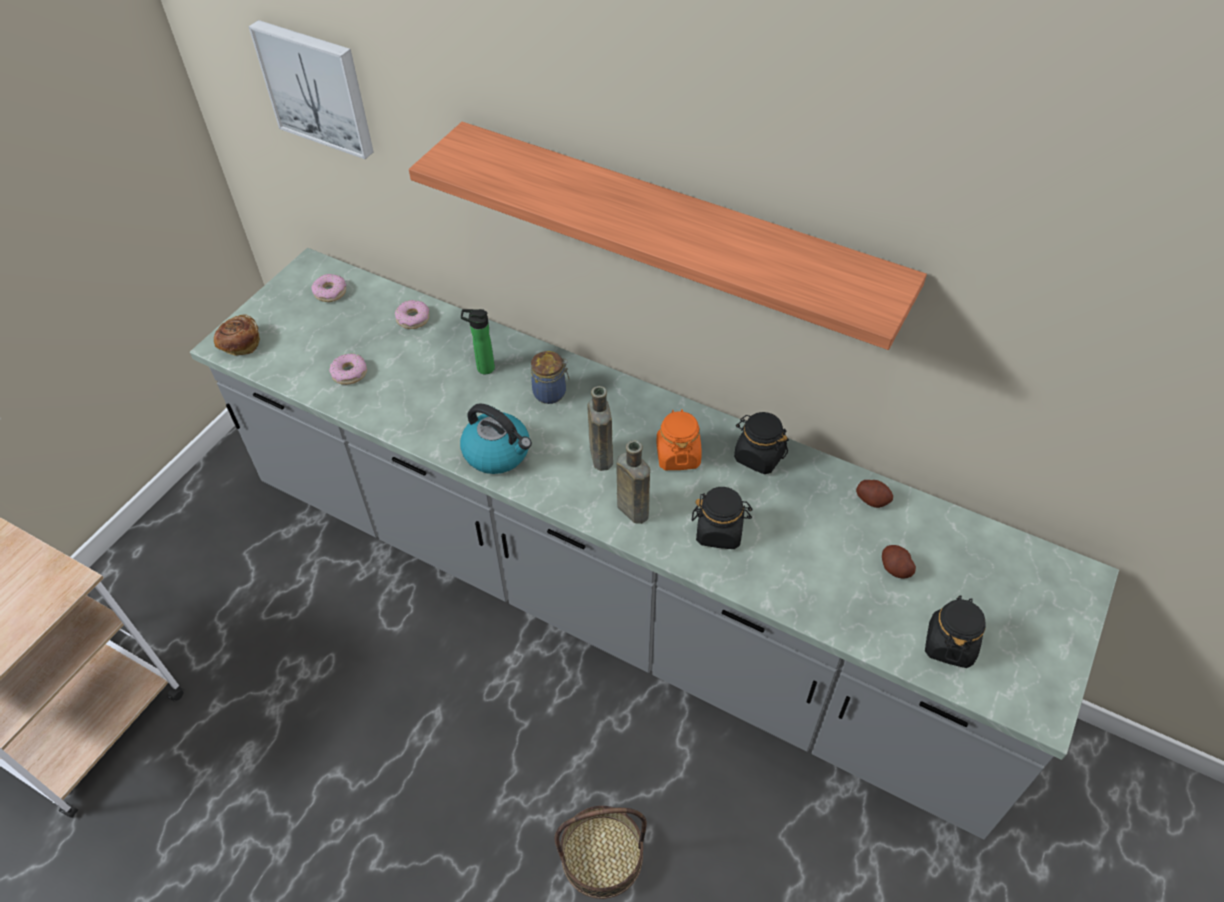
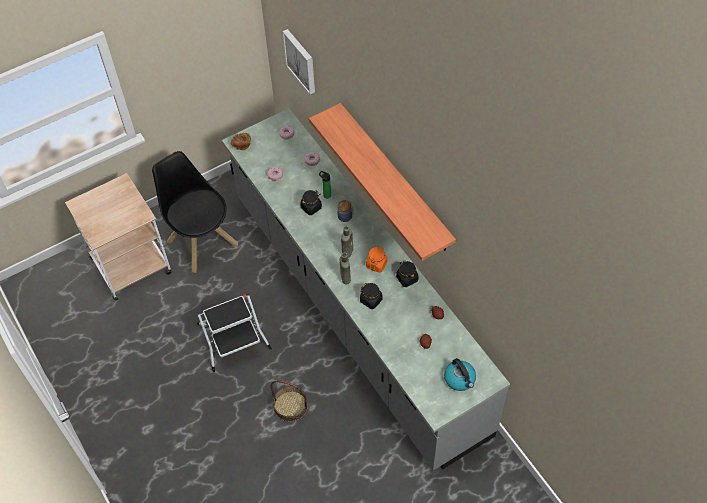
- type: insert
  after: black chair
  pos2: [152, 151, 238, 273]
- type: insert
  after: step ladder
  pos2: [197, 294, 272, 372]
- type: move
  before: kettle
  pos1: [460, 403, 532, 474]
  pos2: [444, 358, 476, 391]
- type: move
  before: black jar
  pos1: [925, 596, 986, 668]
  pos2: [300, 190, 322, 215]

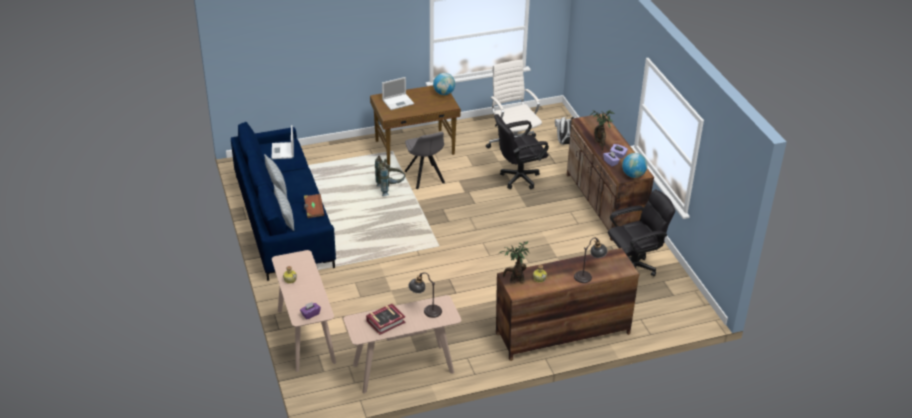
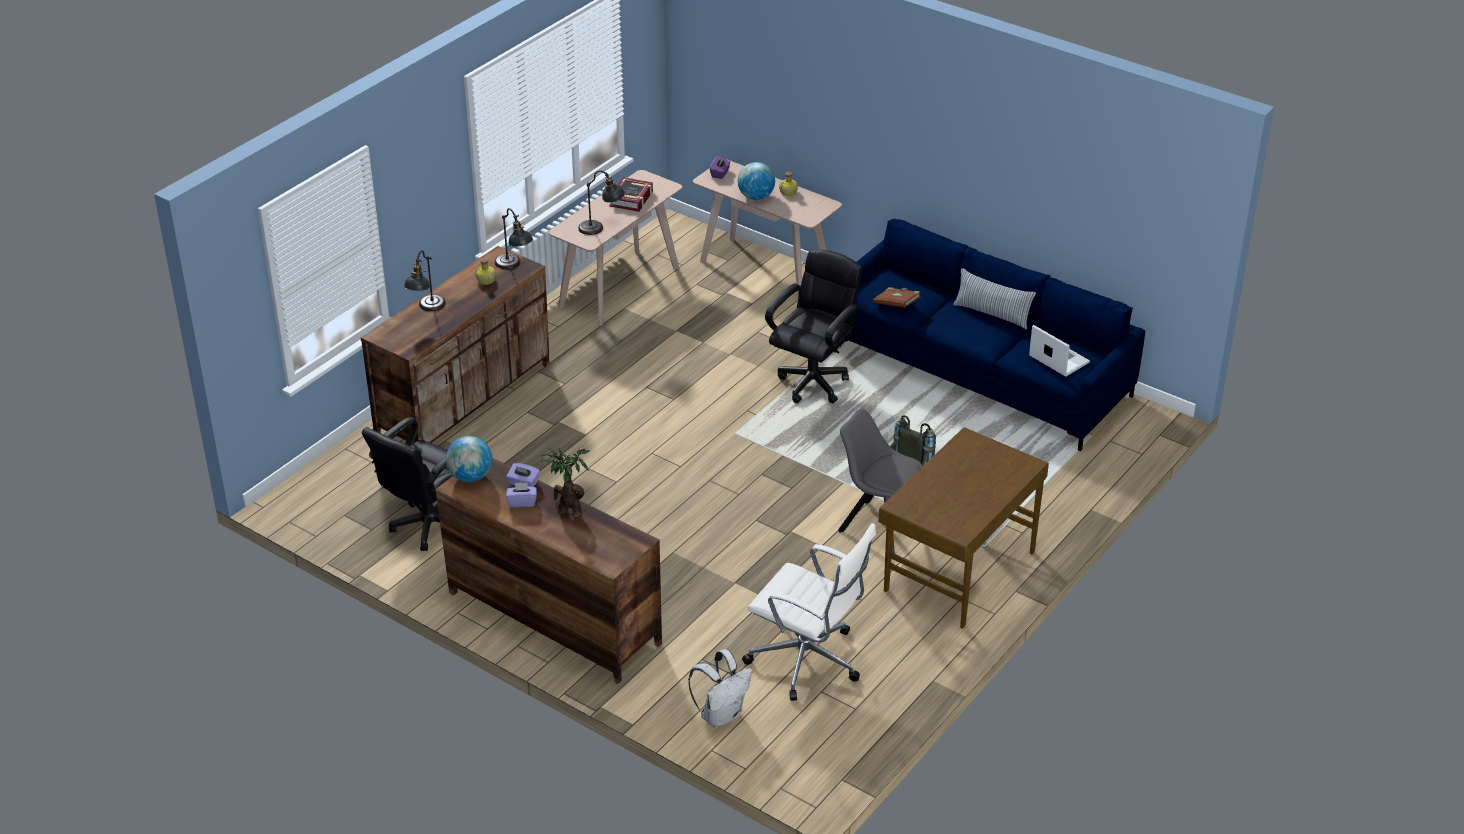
- type: delete
  before: pillow
  pos1: [274, 184, 294, 231]
- type: delete
  before: laptop
  pos1: [382, 77, 414, 110]
- type: move
  before: globe
  pos1: [433, 73, 455, 95]
  pos2: [738, 162, 775, 200]
- type: move
  before: black office chair
  pos1: [494, 114, 549, 189]
  pos2: [765, 249, 862, 403]
- type: replace
  before: potted plant
  after: grey table lamp
  pos1: [500, 241, 529, 283]
  pos2: [495, 208, 533, 269]

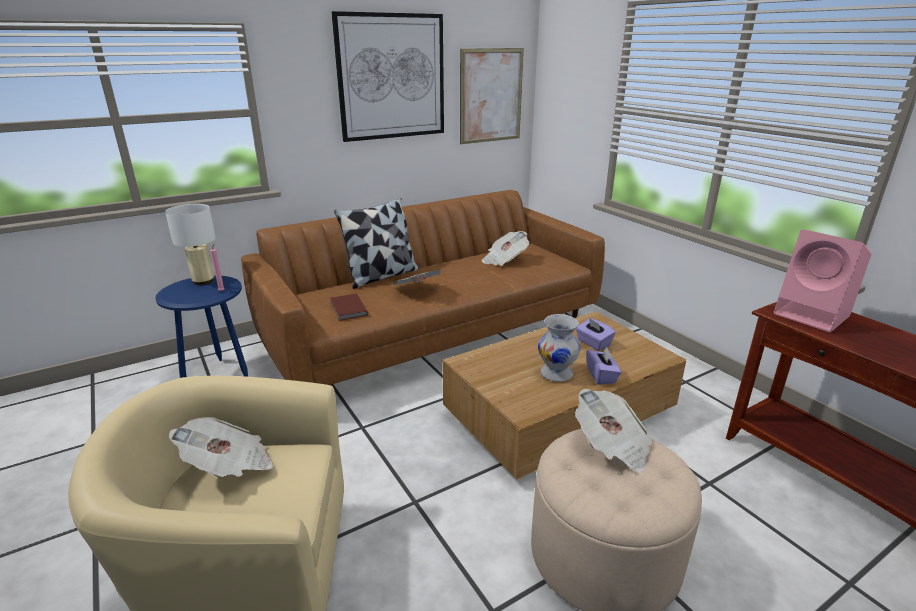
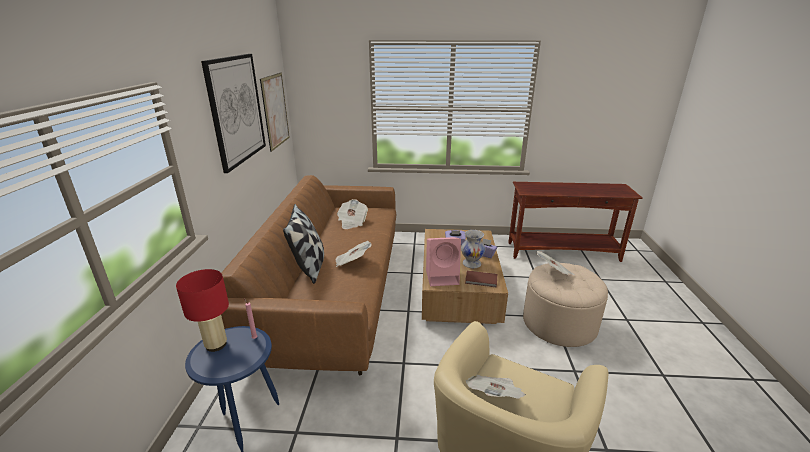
- type: move
  before: brown book
  pos1: [330, 294, 368, 321]
  pos2: [465, 271, 497, 288]
- type: move
  before: pink speaker
  pos1: [773, 229, 872, 332]
  pos2: [426, 237, 461, 286]
- type: recolor
  before: white table lamp
  after: red table lamp
  pos1: [165, 204, 216, 285]
  pos2: [176, 269, 229, 352]

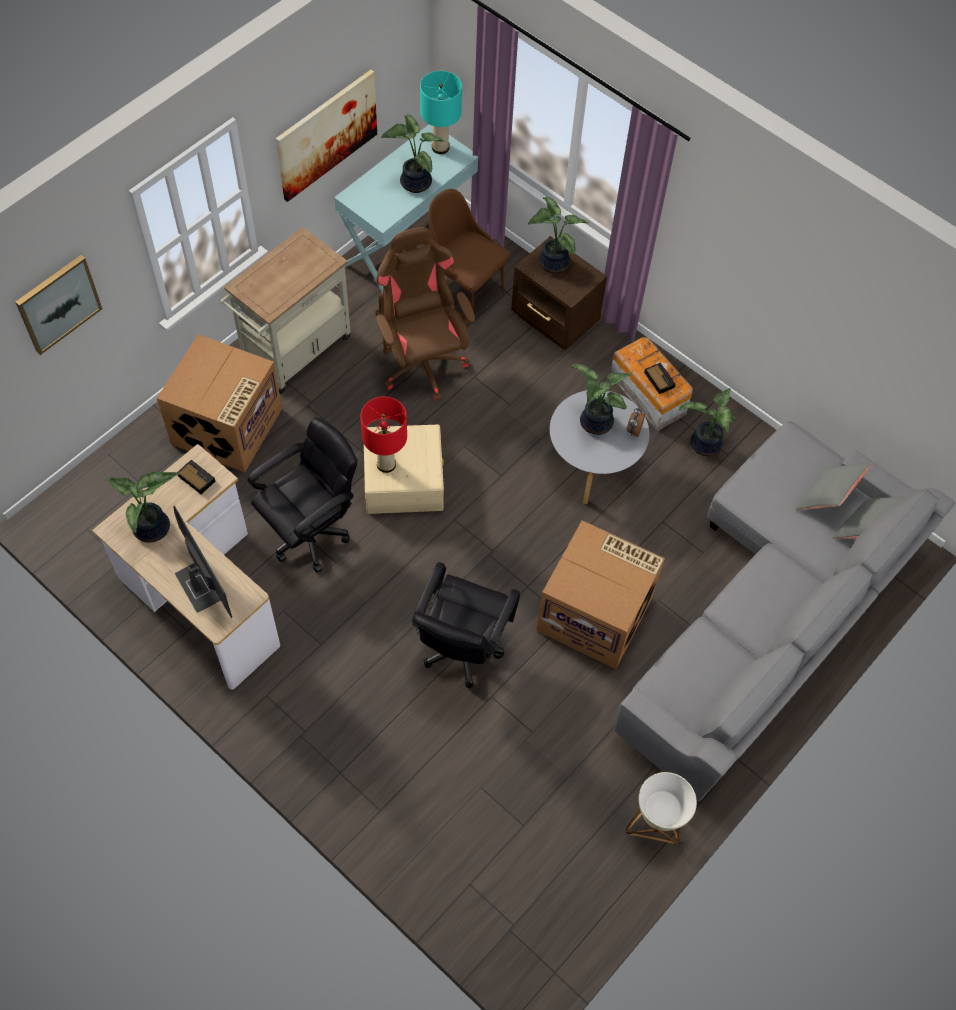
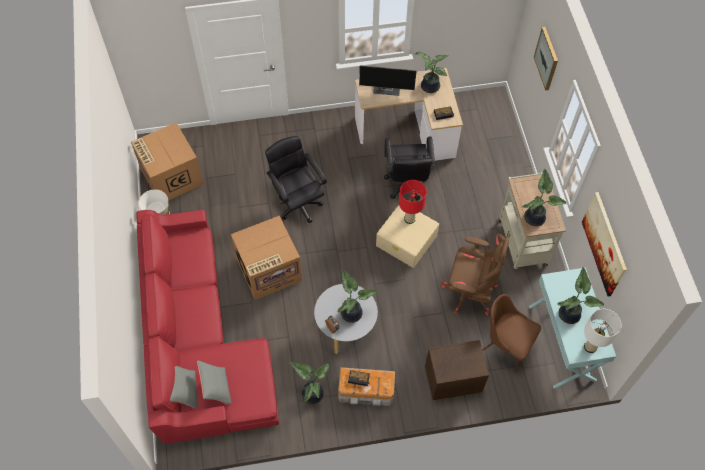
- type: move
  before: cardboard box
  pos1: [157, 334, 282, 472]
  pos2: [131, 123, 204, 201]
- type: move
  before: potted plant
  pos1: [528, 196, 589, 274]
  pos2: [523, 169, 566, 226]
- type: recolor
  before: turquoise table lamp
  after: white table lamp
  pos1: [420, 71, 462, 154]
  pos2: [584, 309, 621, 353]
- type: recolor
  before: grey sofa
  after: red sofa
  pos1: [613, 421, 955, 801]
  pos2: [136, 210, 279, 444]
- type: rotate
  before: brown chair
  pos1: [428, 189, 510, 323]
  pos2: [482, 294, 542, 371]
  turn: -135

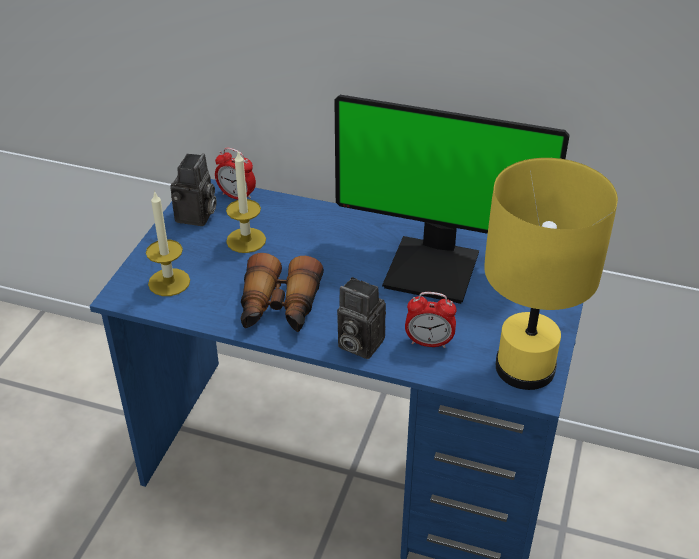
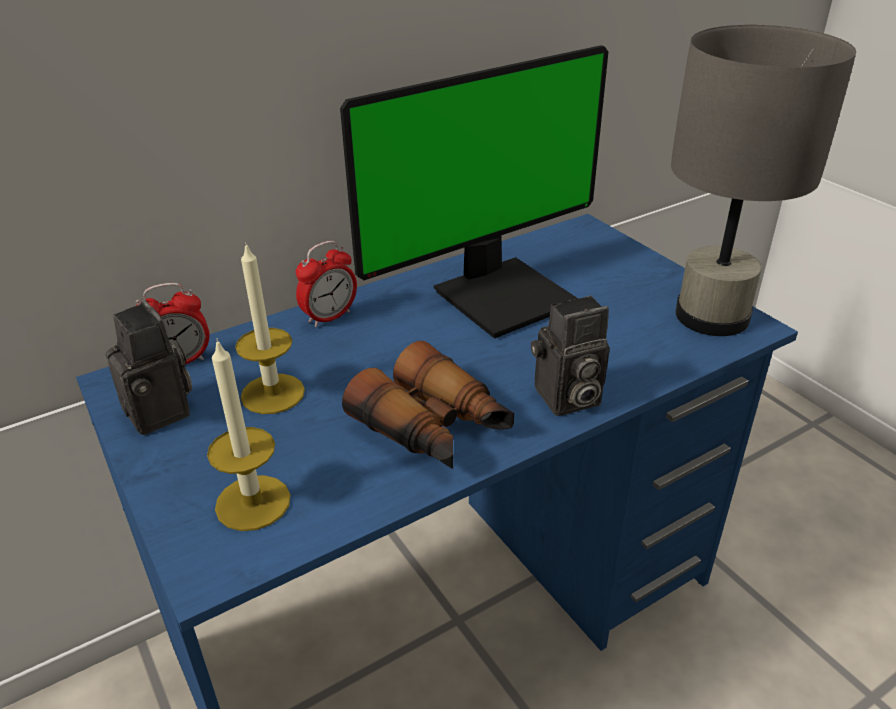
- type: move
  before: alarm clock
  pos1: [405, 292, 456, 348]
  pos2: [296, 241, 357, 327]
- type: recolor
  before: yellow table lamp
  after: grey table lamp
  pos1: [484, 158, 618, 390]
  pos2: [671, 25, 856, 336]

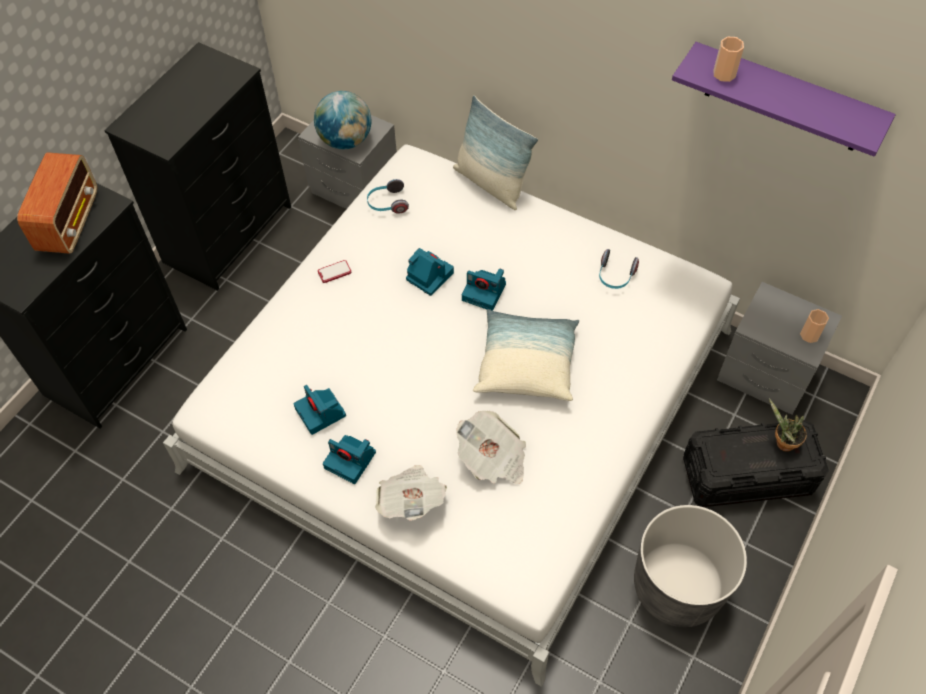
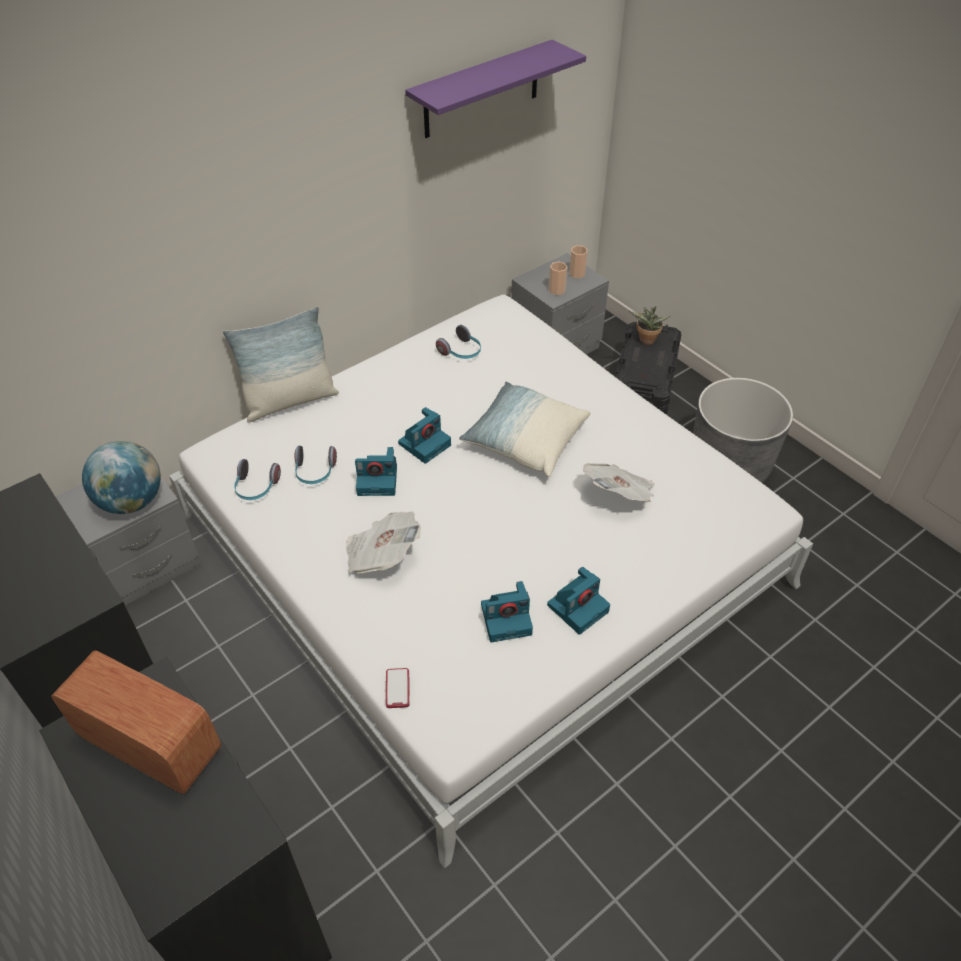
- type: insert
  after: headphones
  pos2: [295, 445, 337, 484]
- type: move
  before: phone
  pos1: [318, 260, 351, 283]
  pos2: [386, 668, 410, 708]
- type: move
  before: newspaper
  pos1: [375, 465, 447, 521]
  pos2: [346, 511, 421, 574]
- type: move
  before: cup
  pos1: [713, 37, 744, 82]
  pos2: [549, 262, 568, 295]
- type: rotate
  before: photo camera
  pos1: [406, 248, 454, 296]
  pos2: [355, 447, 397, 496]
  turn: -150

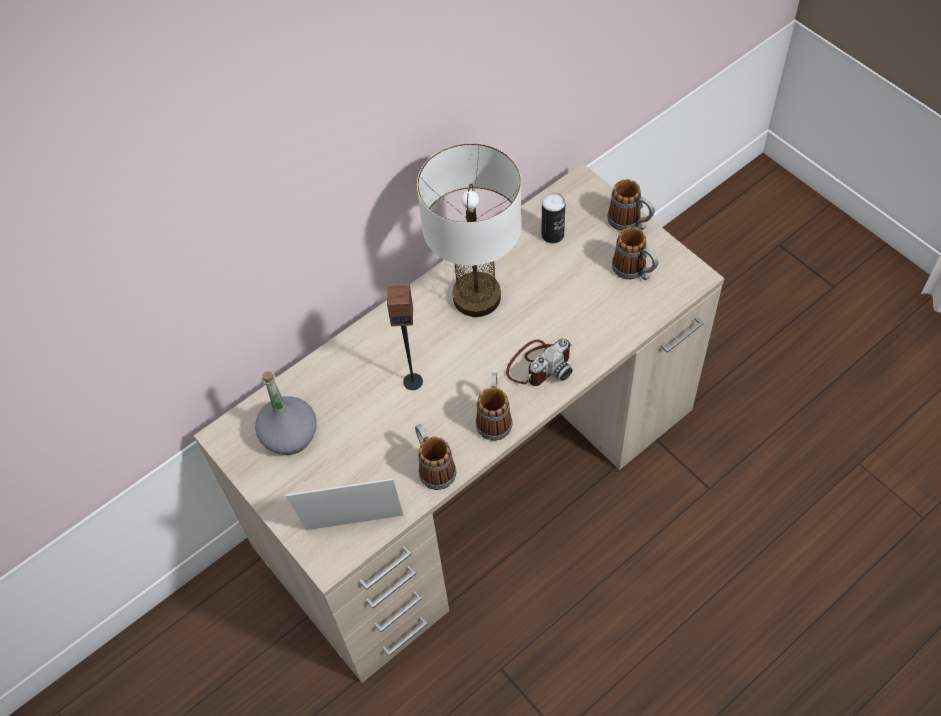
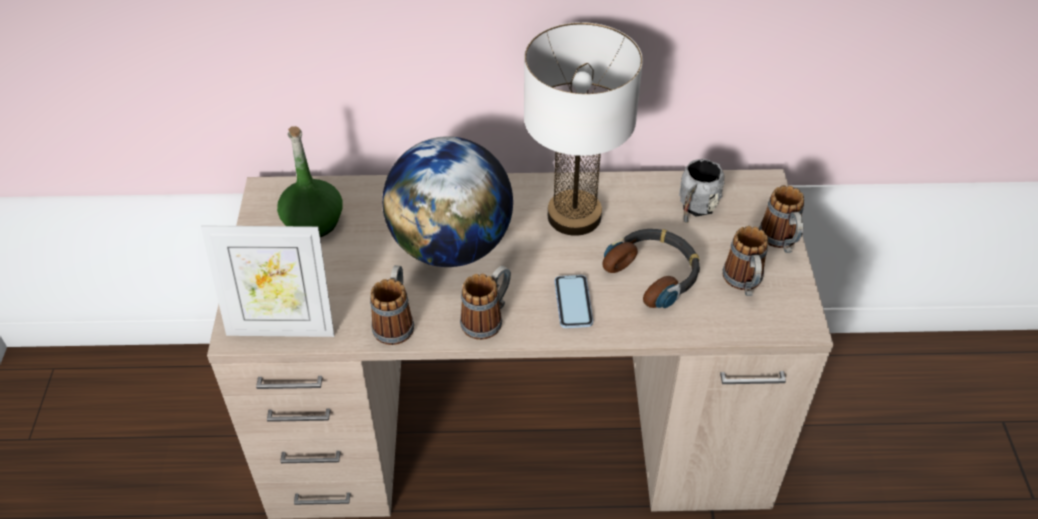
- type: insert
  after: headphones
  pos2: [602, 229, 700, 308]
- type: replace
  before: speaker
  after: globe
  pos1: [387, 284, 423, 390]
  pos2: [382, 136, 513, 267]
- type: replace
  before: photo camera
  after: phone
  pos1: [506, 339, 573, 386]
  pos2: [555, 275, 593, 328]
- type: replace
  before: can
  after: grey mug
  pos1: [542, 193, 566, 243]
  pos2: [679, 159, 725, 223]
- type: recolor
  before: grey bottle
  after: green bottle
  pos1: [255, 372, 317, 455]
  pos2: [277, 126, 343, 237]
- type: rotate
  before: picture frame
  pos1: [286, 479, 403, 530]
  pos2: [201, 225, 334, 337]
  turn: 150

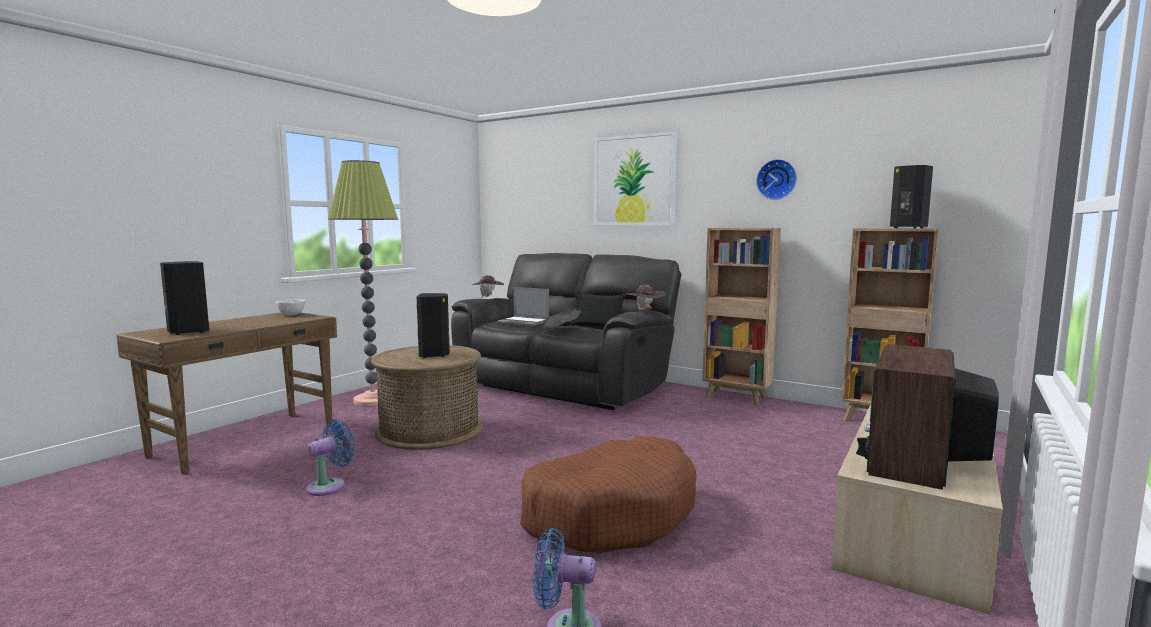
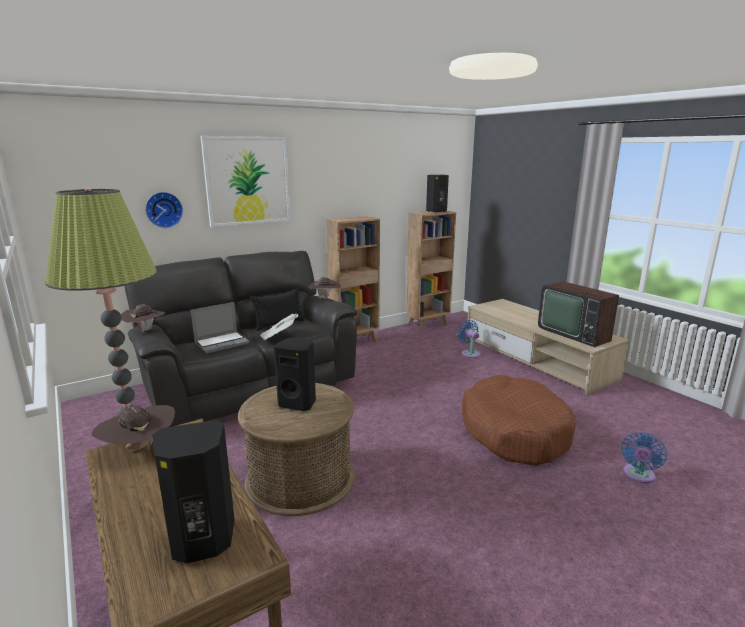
- type: move
  before: blue fan
  pos1: [306, 419, 355, 496]
  pos2: [457, 320, 480, 358]
- type: move
  before: wall clock
  pos1: [756, 159, 797, 200]
  pos2: [145, 192, 183, 228]
- type: replace
  before: white bowl
  after: brown hat
  pos1: [276, 299, 305, 316]
  pos2: [92, 405, 175, 451]

